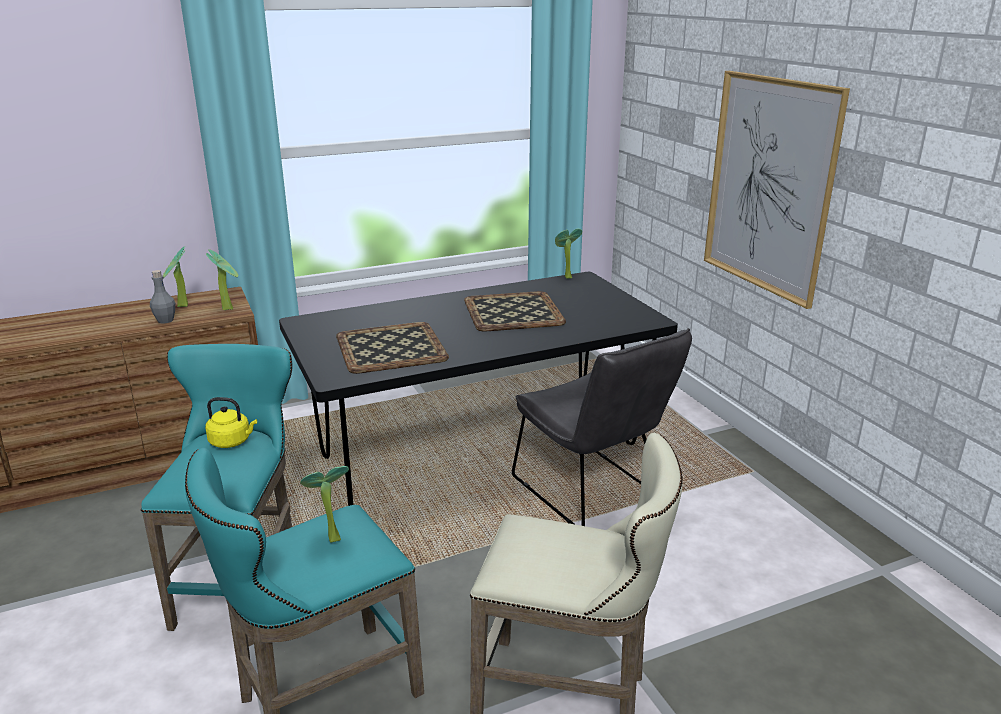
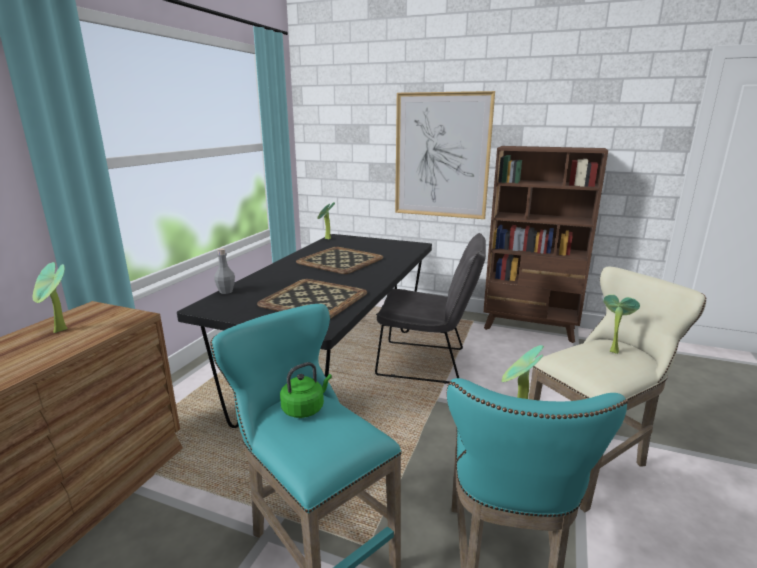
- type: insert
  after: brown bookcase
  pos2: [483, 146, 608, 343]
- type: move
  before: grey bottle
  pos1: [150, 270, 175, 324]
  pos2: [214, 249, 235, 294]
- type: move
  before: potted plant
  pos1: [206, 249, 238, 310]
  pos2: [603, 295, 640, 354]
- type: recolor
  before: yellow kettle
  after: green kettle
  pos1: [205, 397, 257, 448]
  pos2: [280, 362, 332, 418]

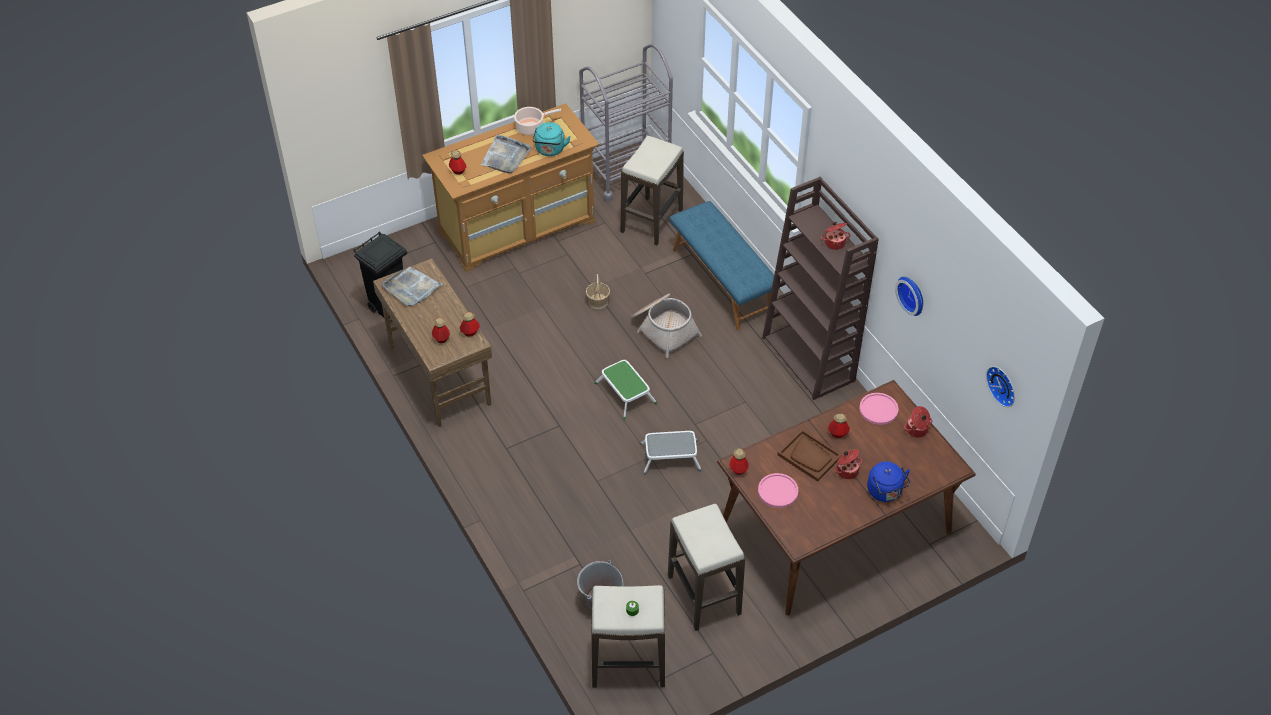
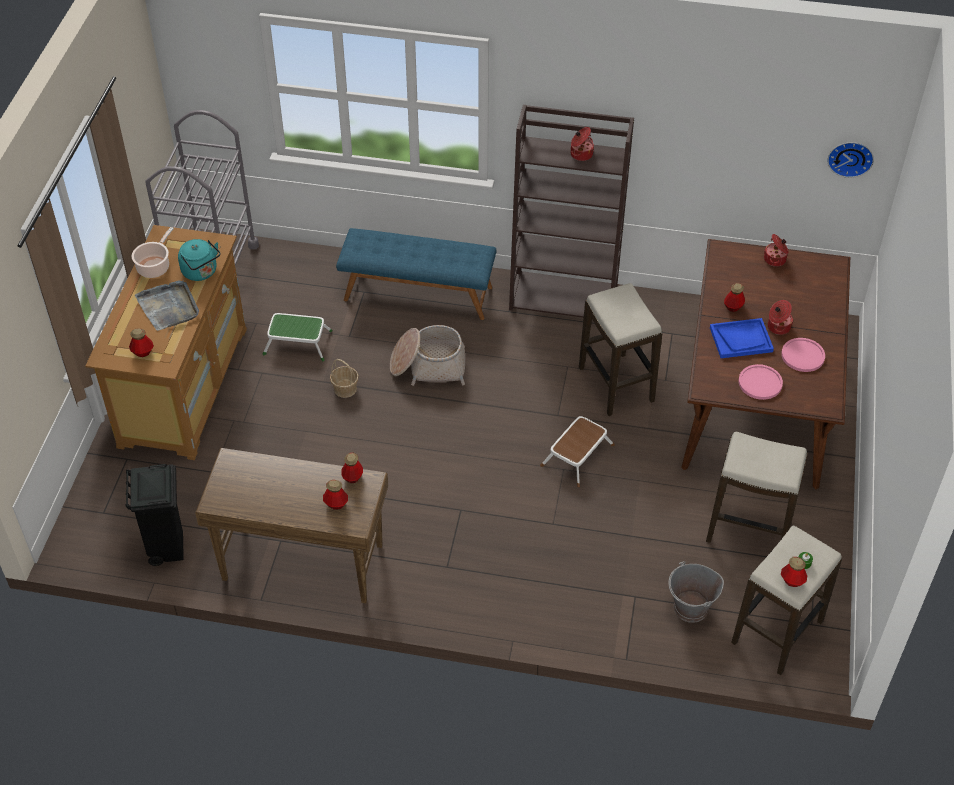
- type: delete
  before: grey tray
  pos1: [382, 267, 442, 306]
- type: delete
  before: blue kettle
  pos1: [867, 461, 911, 502]
- type: delete
  before: wall clock
  pos1: [895, 277, 923, 316]
- type: move
  before: green step ladder
  pos1: [594, 360, 658, 420]
  pos2: [262, 313, 333, 361]
- type: move
  before: stool
  pos1: [621, 136, 684, 245]
  pos2: [579, 283, 662, 416]
- type: move
  before: bottle
  pos1: [730, 448, 749, 475]
  pos2: [781, 557, 807, 587]
- type: move
  before: pink plate
  pos1: [859, 393, 899, 425]
  pos2: [781, 338, 825, 372]
- type: recolor
  before: grey step ladder
  after: brown step ladder
  pos1: [640, 431, 702, 476]
  pos2: [540, 416, 615, 487]
- type: recolor
  before: brown tray
  after: blue tray
  pos1: [778, 429, 842, 482]
  pos2: [710, 318, 774, 358]

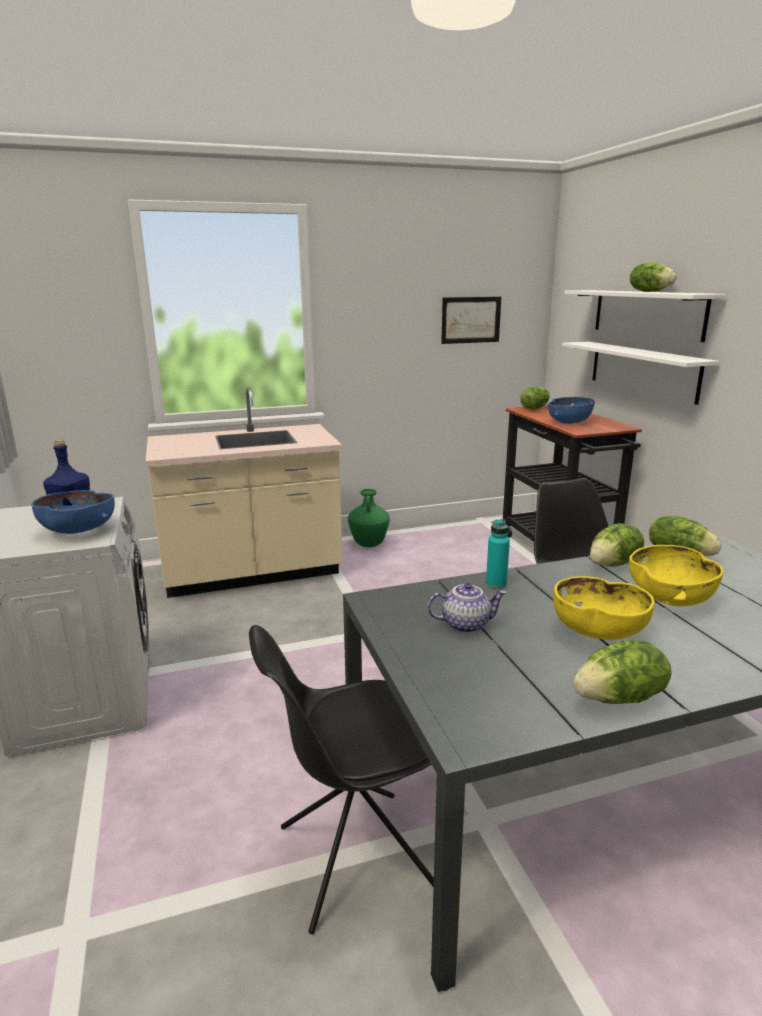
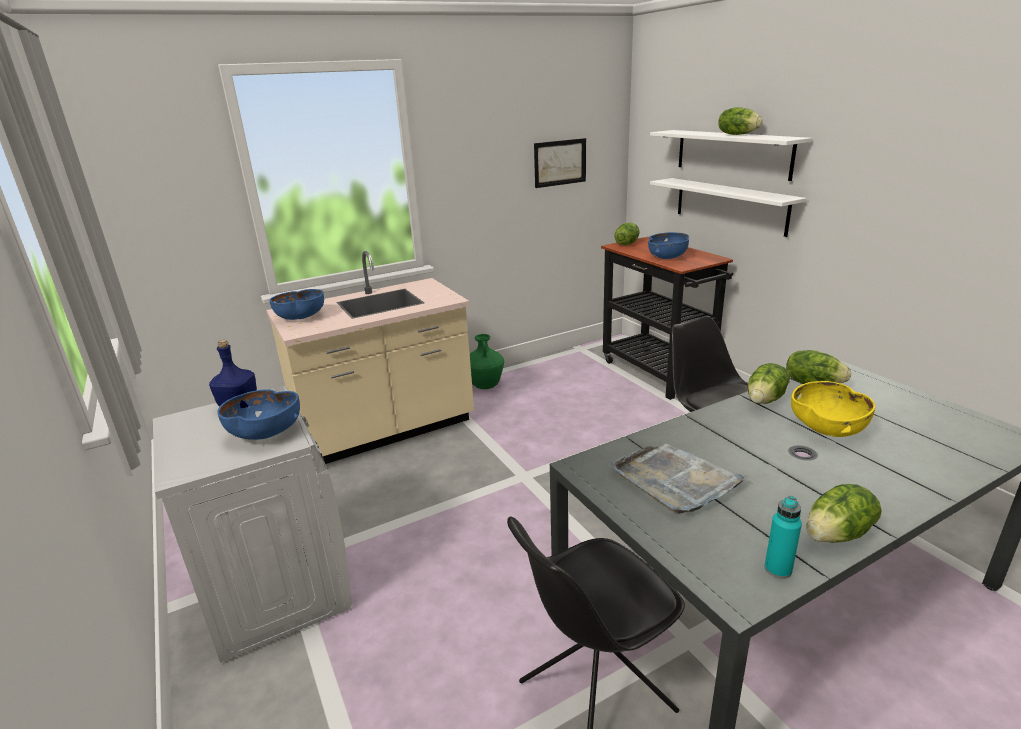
- type: delete
  before: yellow bowl
  pos1: [553, 576, 655, 640]
- type: insert
  after: blue bowl
  pos2: [270, 289, 324, 320]
- type: move
  before: turquoise bottle
  pos1: [486, 519, 510, 589]
  pos2: [764, 496, 802, 579]
- type: replace
  before: teapot
  after: grey tray
  pos1: [427, 582, 507, 633]
  pos2: [612, 443, 749, 514]

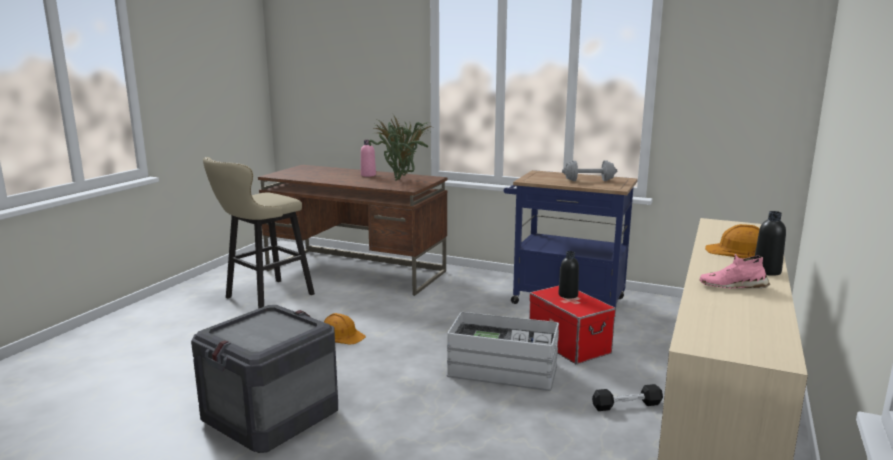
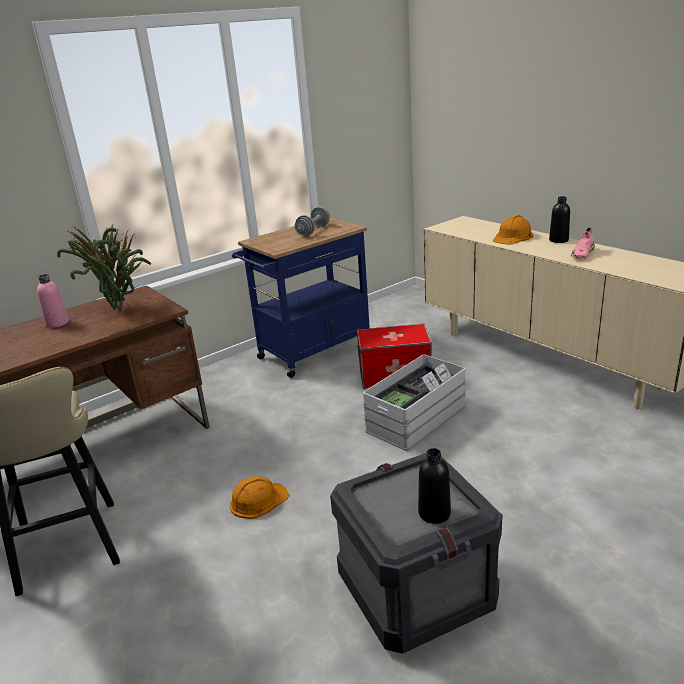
- type: delete
  before: black dumbbell
  pos1: [592, 384, 663, 411]
- type: move
  before: black bottle
  pos1: [558, 251, 579, 298]
  pos2: [418, 448, 451, 524]

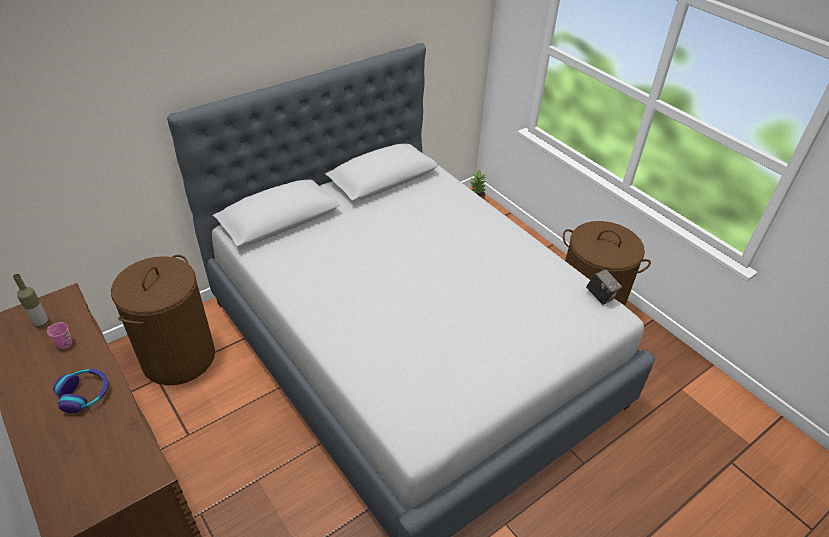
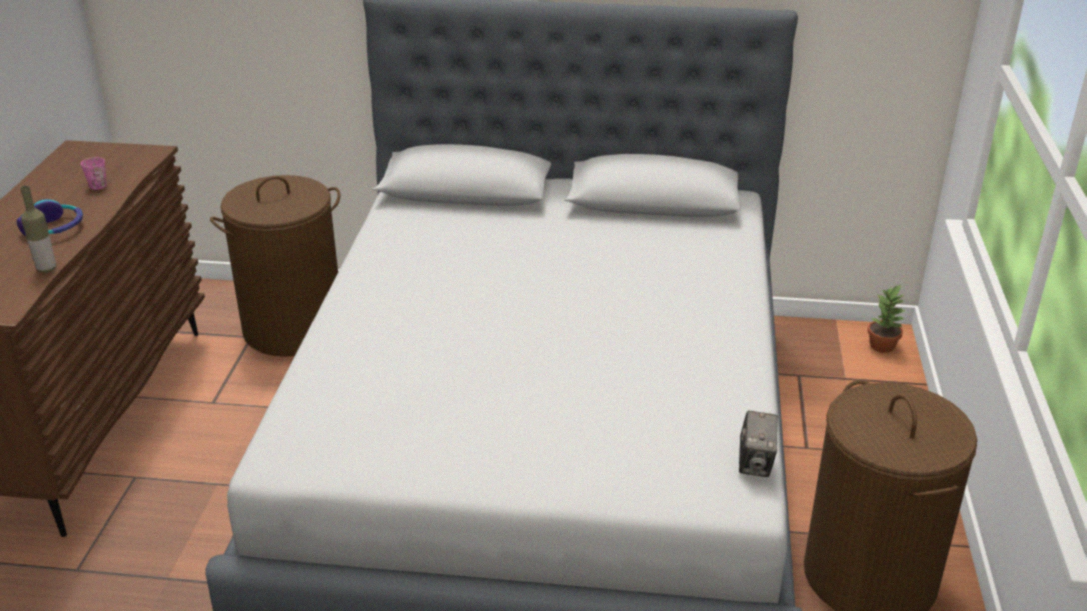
- type: move
  before: bottle
  pos1: [13, 274, 48, 327]
  pos2: [20, 186, 56, 273]

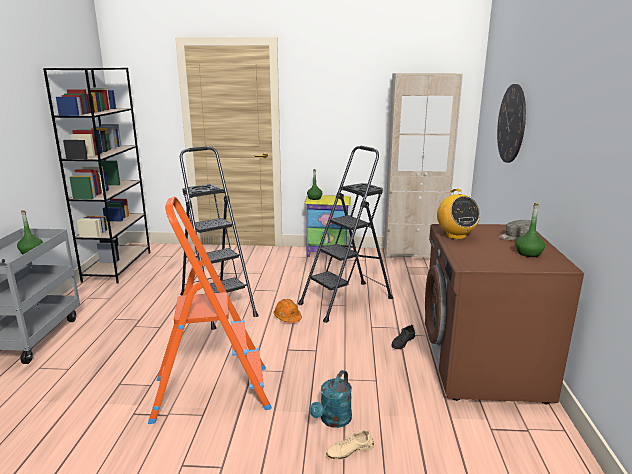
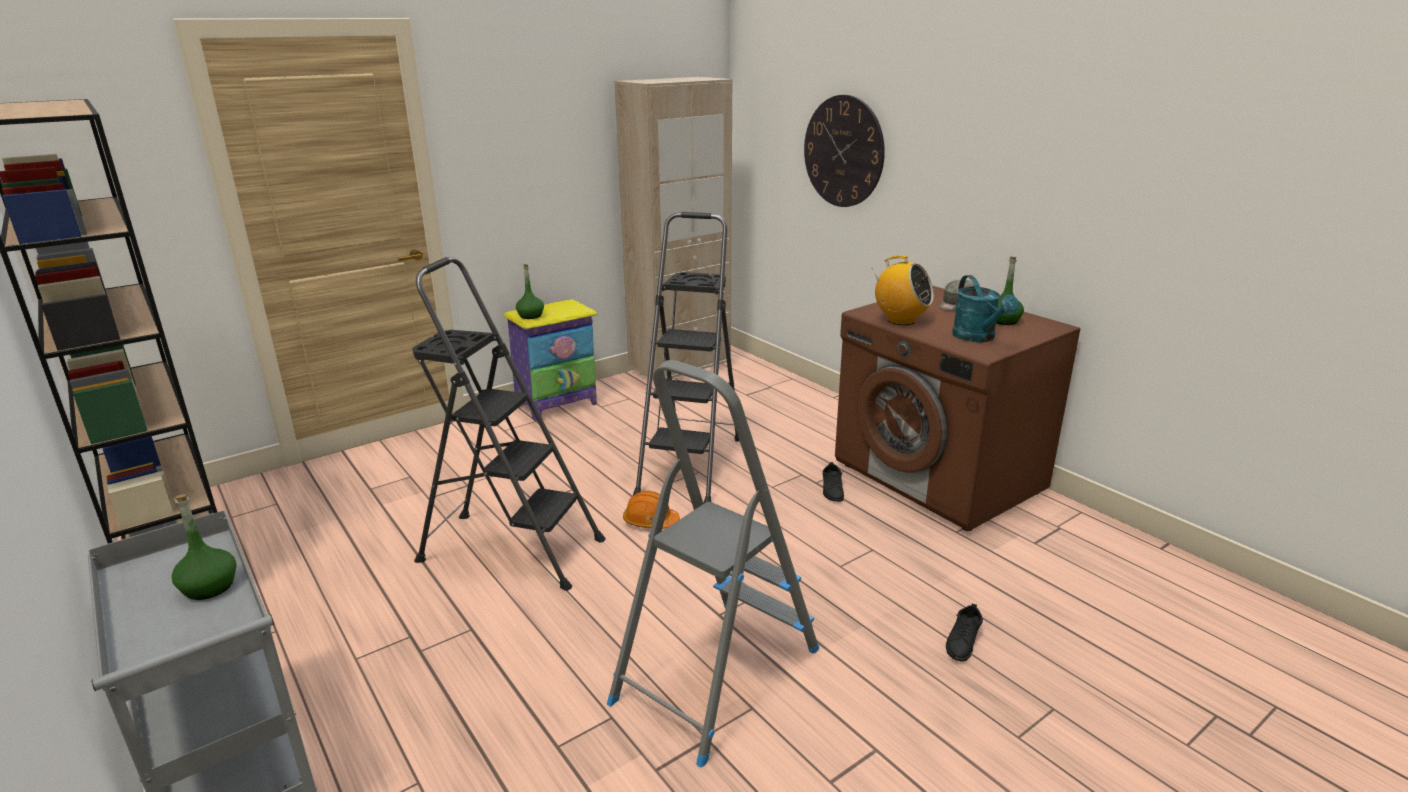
- type: move
  before: turquoise watering can
  pos1: [310, 370, 352, 428]
  pos2: [952, 275, 1019, 342]
- type: recolor
  before: orange step ladder
  after: grey step ladder
  pos1: [148, 197, 272, 424]
  pos2: [607, 360, 819, 767]
- type: recolor
  before: beige shoe
  after: black shoe
  pos1: [326, 430, 374, 460]
  pos2: [946, 604, 983, 662]

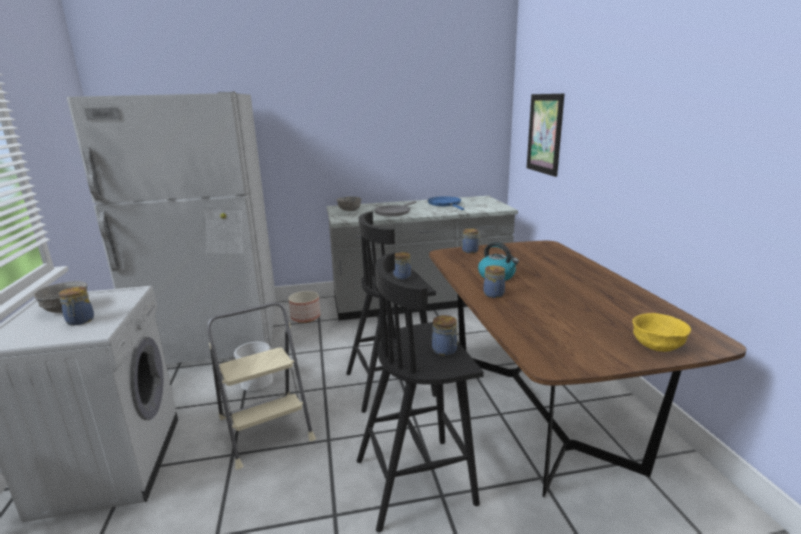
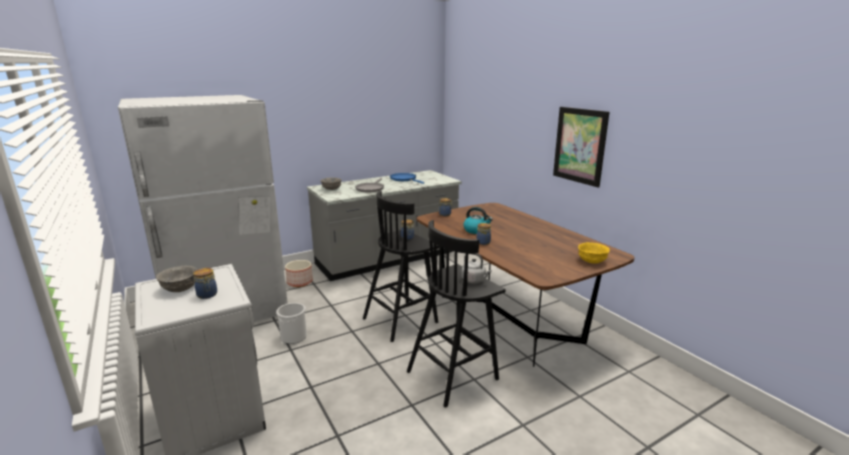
- type: delete
  before: beige step ladder
  pos1: [207, 302, 316, 470]
- type: move
  before: picture
  pos1: [527, 94, 564, 177]
  pos2: [553, 107, 609, 188]
- type: replace
  before: jar
  after: grey kettle
  pos1: [432, 315, 458, 356]
  pos2: [461, 253, 492, 283]

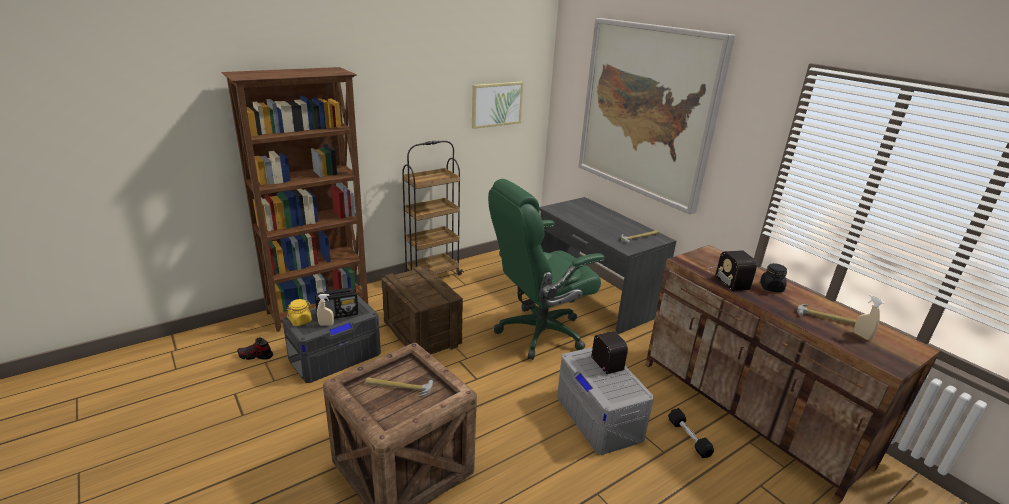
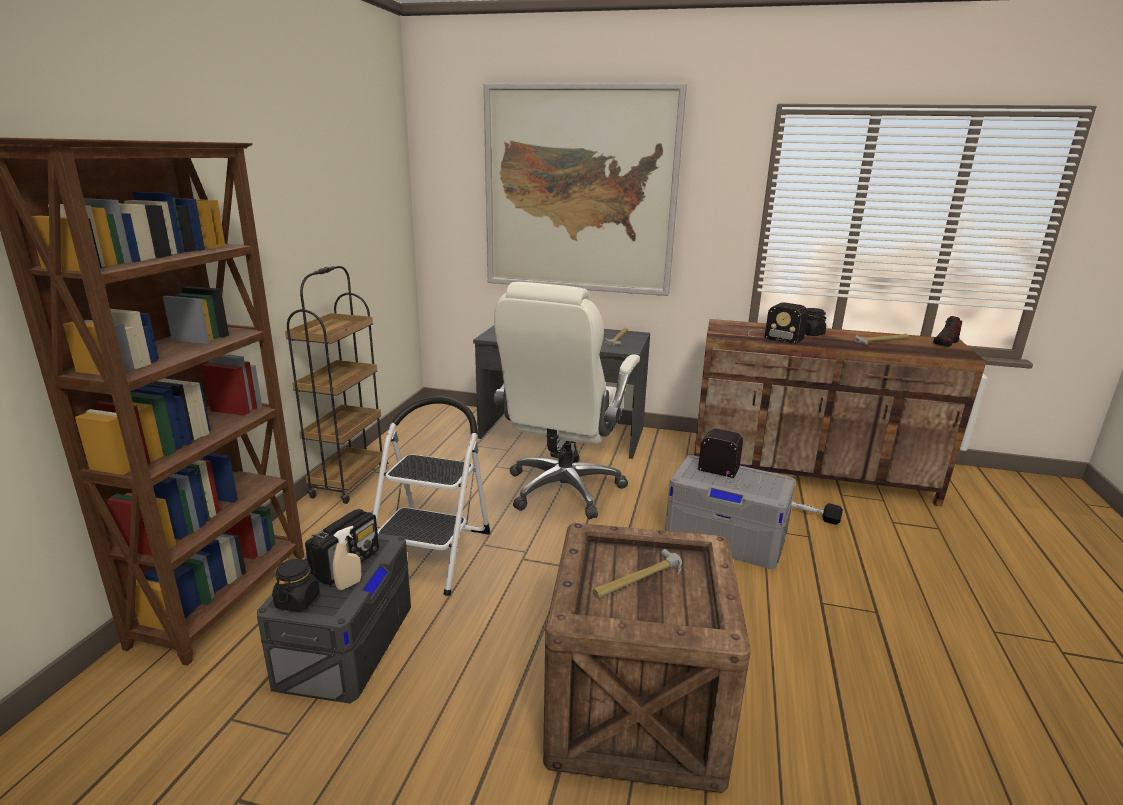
- type: delete
  before: picture
  pos1: [472, 82, 523, 129]
- type: delete
  before: beige spray bottle
  pos1: [854, 294, 884, 340]
- type: move
  before: shoe
  pos1: [237, 337, 273, 360]
  pos2: [933, 316, 962, 347]
- type: replace
  before: crate
  after: step ladder
  pos1: [381, 266, 463, 355]
  pos2: [373, 396, 490, 596]
- type: recolor
  before: yellow jar
  after: black jar
  pos1: [287, 299, 312, 326]
  pos2: [272, 558, 320, 612]
- type: recolor
  before: green office chair
  after: white office chair
  pos1: [488, 179, 605, 360]
  pos2: [494, 282, 640, 519]

